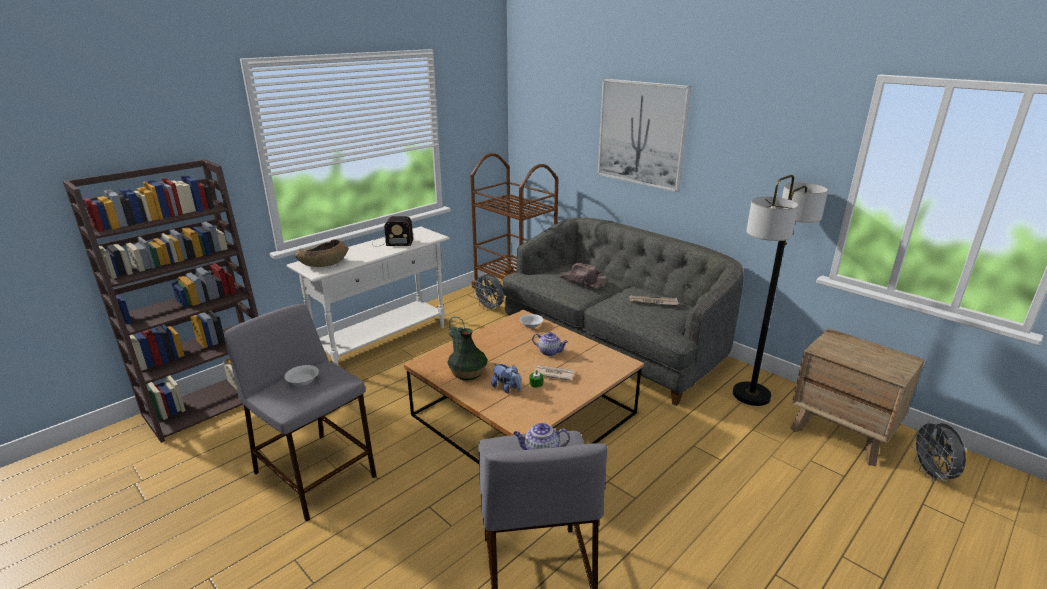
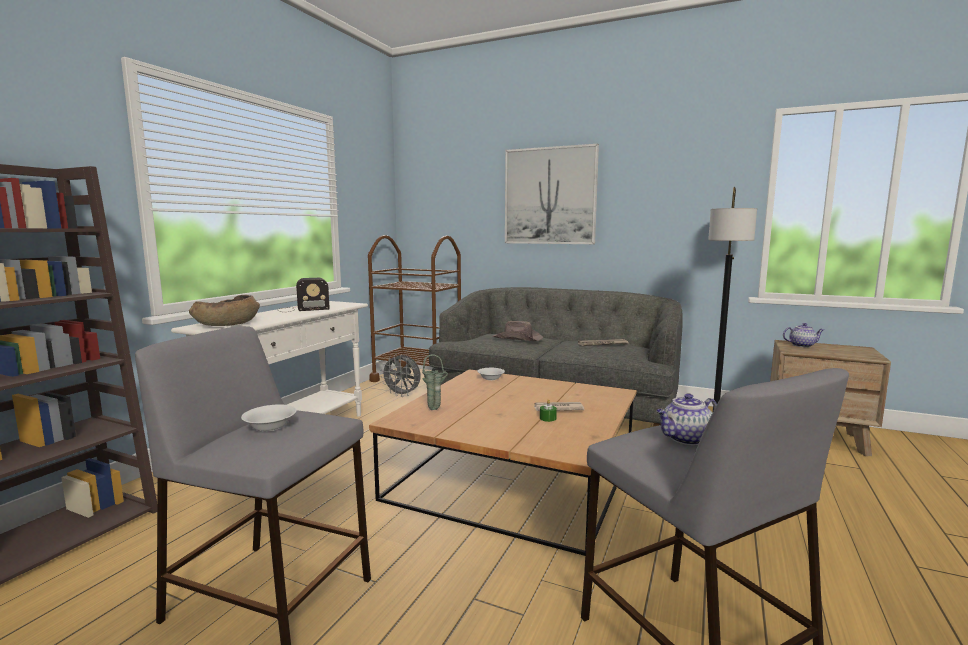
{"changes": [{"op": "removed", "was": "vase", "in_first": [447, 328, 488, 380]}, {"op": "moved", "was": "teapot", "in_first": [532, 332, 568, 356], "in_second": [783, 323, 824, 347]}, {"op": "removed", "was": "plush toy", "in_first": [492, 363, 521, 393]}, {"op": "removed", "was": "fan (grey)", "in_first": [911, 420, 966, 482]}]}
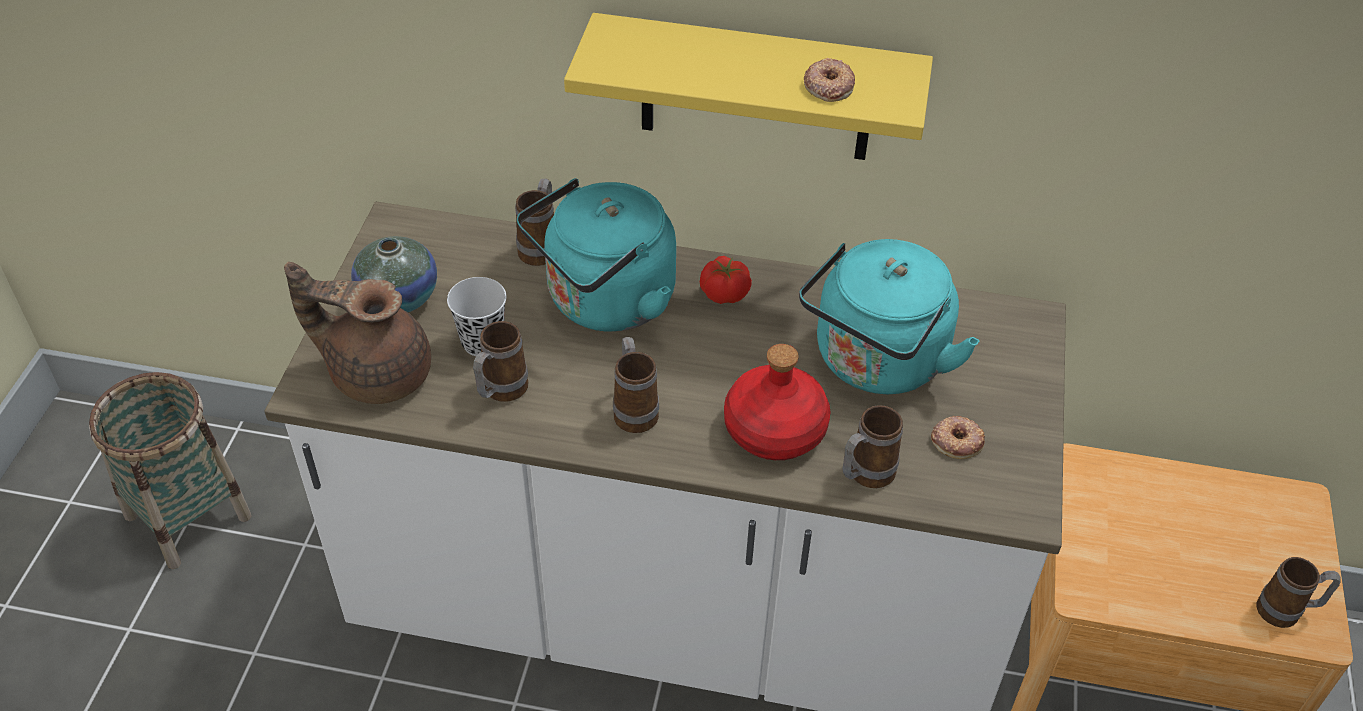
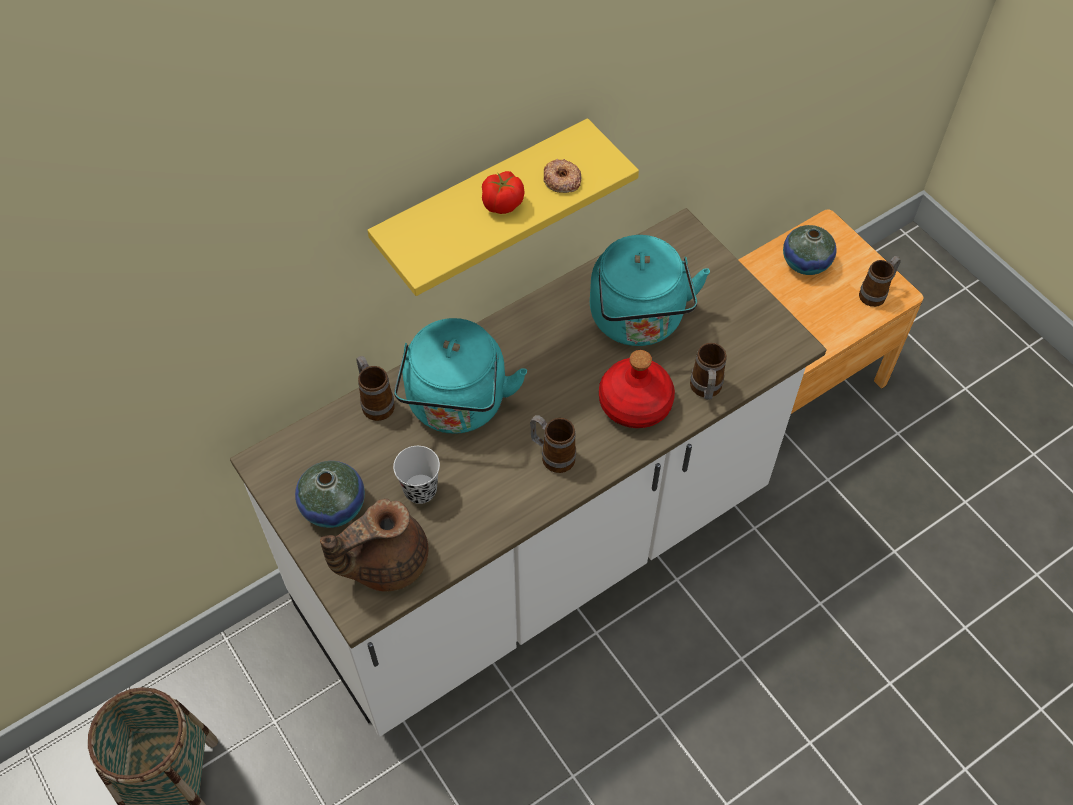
{"changes": [{"op": "moved", "was": "tomato", "in_first": [700, 256, 752, 304], "in_second": [482, 171, 524, 214]}, {"op": "removed", "was": "mug", "in_first": [473, 321, 528, 402]}, {"op": "removed", "was": "donut", "in_first": [931, 416, 985, 459]}, {"op": "added", "now": "vase", "in_second": [783, 225, 837, 275]}]}
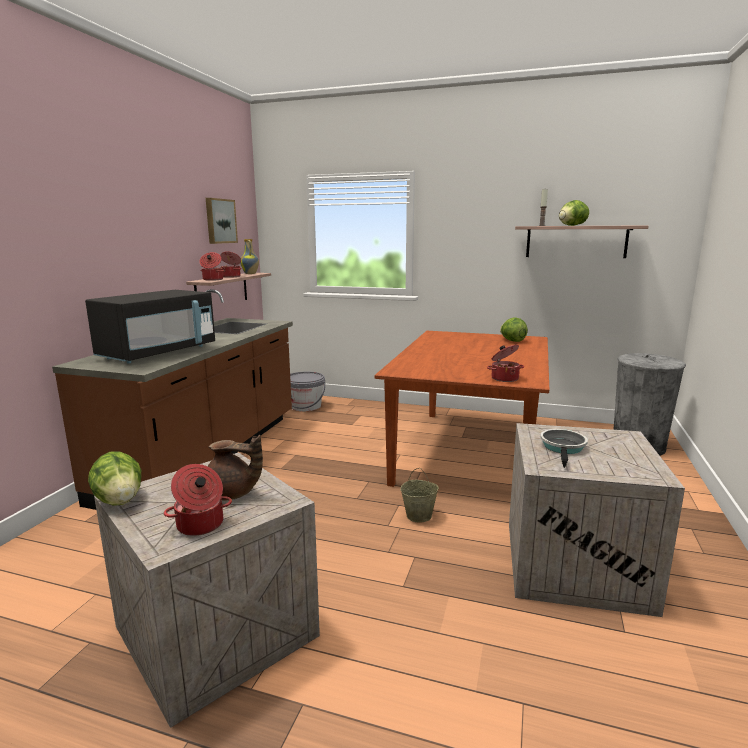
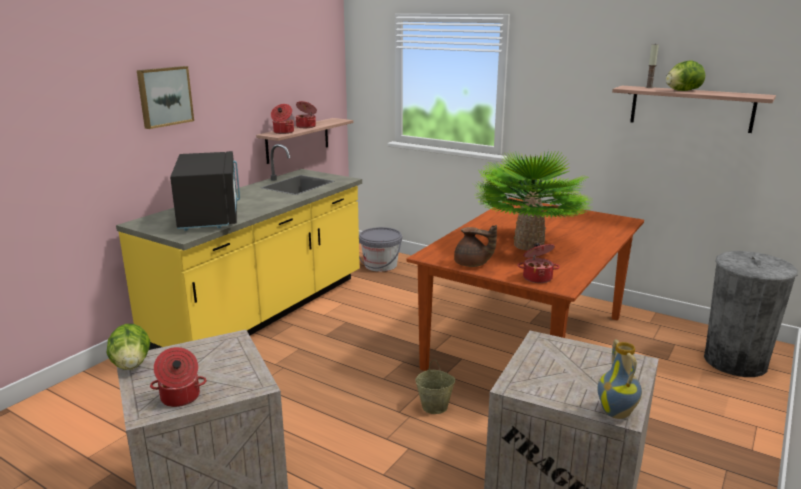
{"changes": [{"op": "moved", "was": "picture", "in_first": [206, 198, 238, 244], "in_second": [137, 66, 194, 129]}, {"op": "moved", "was": "vase", "in_first": [240, 239, 259, 274], "in_second": [597, 339, 642, 419]}, {"op": "recoloured", "was": "counter (brown)", "now": "counter (yellow)", "in_first": [52, 289, 293, 510], "in_second": [116, 144, 362, 350]}, {"op": "turned", "was": "microwave (black)", "in_first": [85, 290, 215, 364], "in_second": [170, 151, 240, 231], "clockwise": -60}, {"op": "removed", "was": "lettuce", "in_first": [500, 317, 528, 342]}, {"op": "removed", "was": "frying pan", "in_first": [540, 429, 588, 468]}, {"op": "moved", "was": "teapot (brown)", "in_first": [208, 435, 263, 500], "in_second": [454, 225, 497, 267]}, {"op": "added", "now": "potted plant", "in_second": [473, 150, 594, 250]}]}
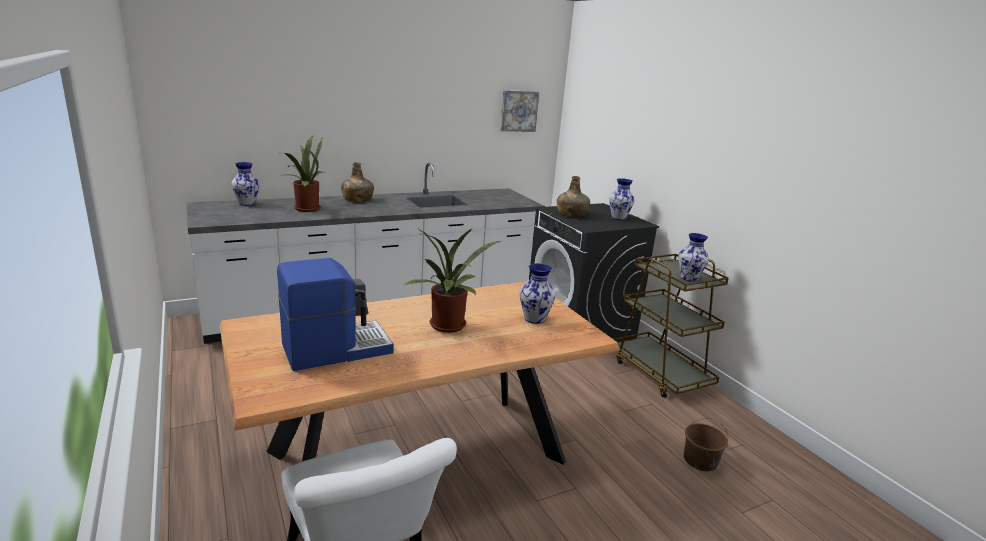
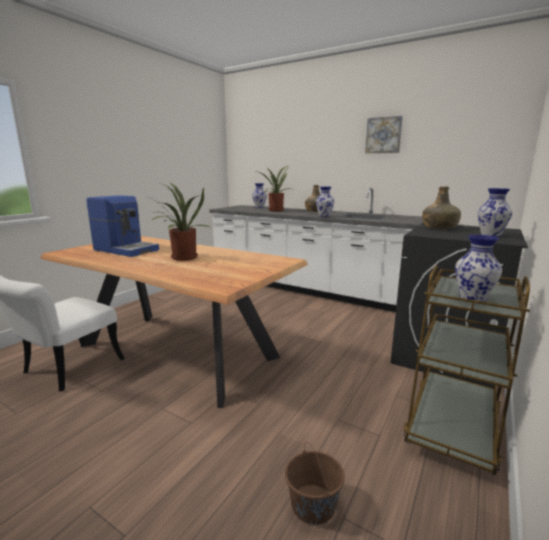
{"changes": [{"op": "moved", "was": "picture", "in_first": [500, 90, 539, 132], "in_second": [365, 116, 403, 153]}, {"op": "moved", "was": "vase", "in_first": [520, 263, 556, 324], "in_second": [316, 186, 334, 217]}]}
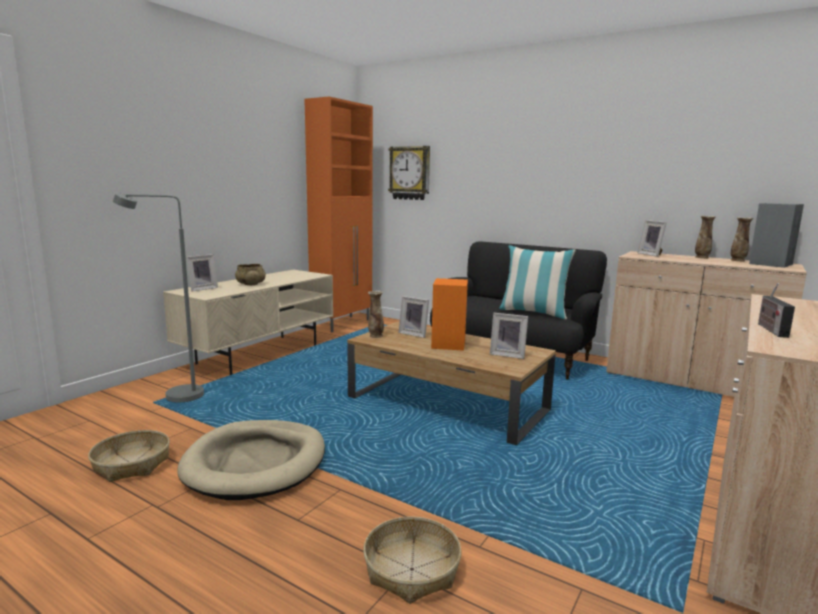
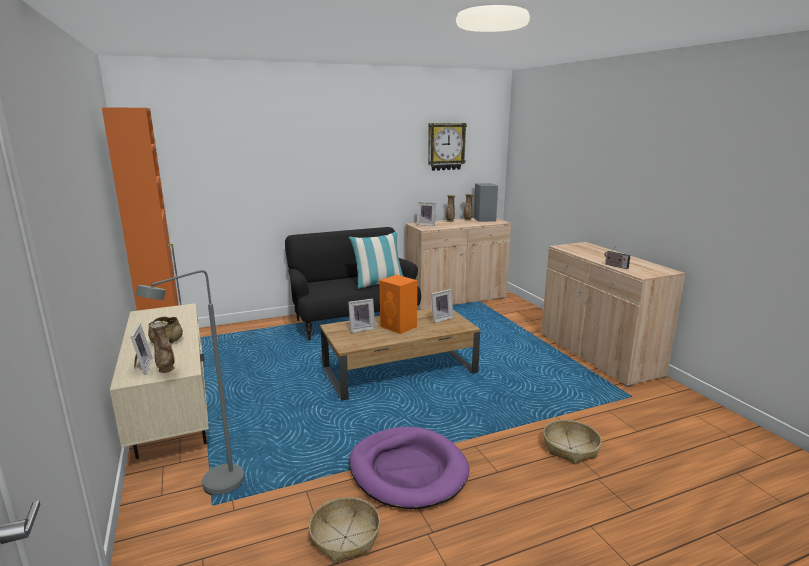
{"changes": [{"op": "moved", "was": "wall clock", "in_first": [388, 146, 430, 200], "in_second": [428, 123, 467, 171]}, {"op": "moved", "was": "vase", "in_first": [368, 290, 384, 338], "in_second": [149, 321, 175, 373]}, {"op": "recoloured", "was": "dog bed (beige)", "now": "dog bed (purple)", "in_first": [177, 420, 325, 500], "in_second": [350, 427, 470, 509]}]}
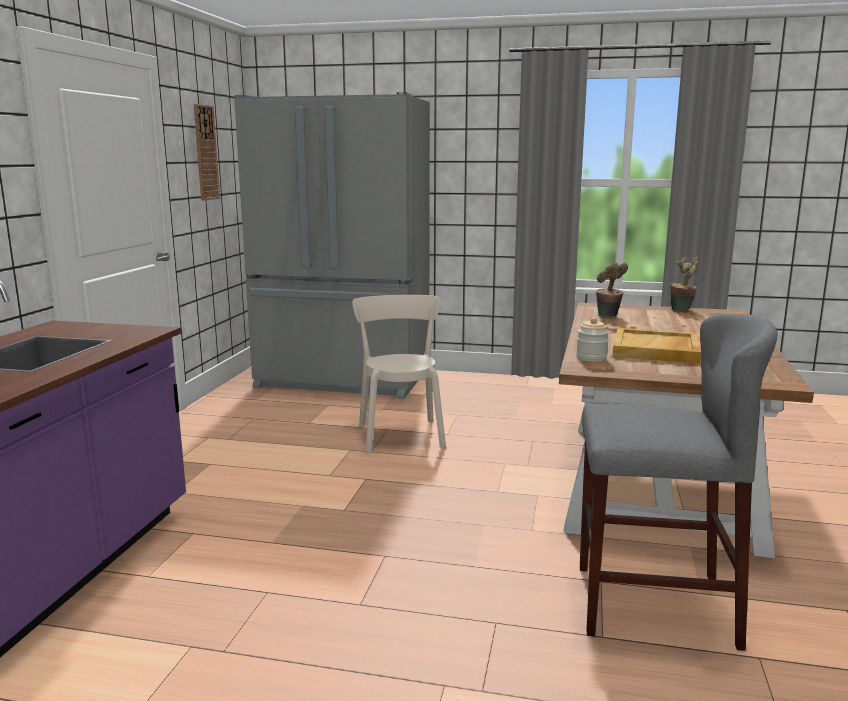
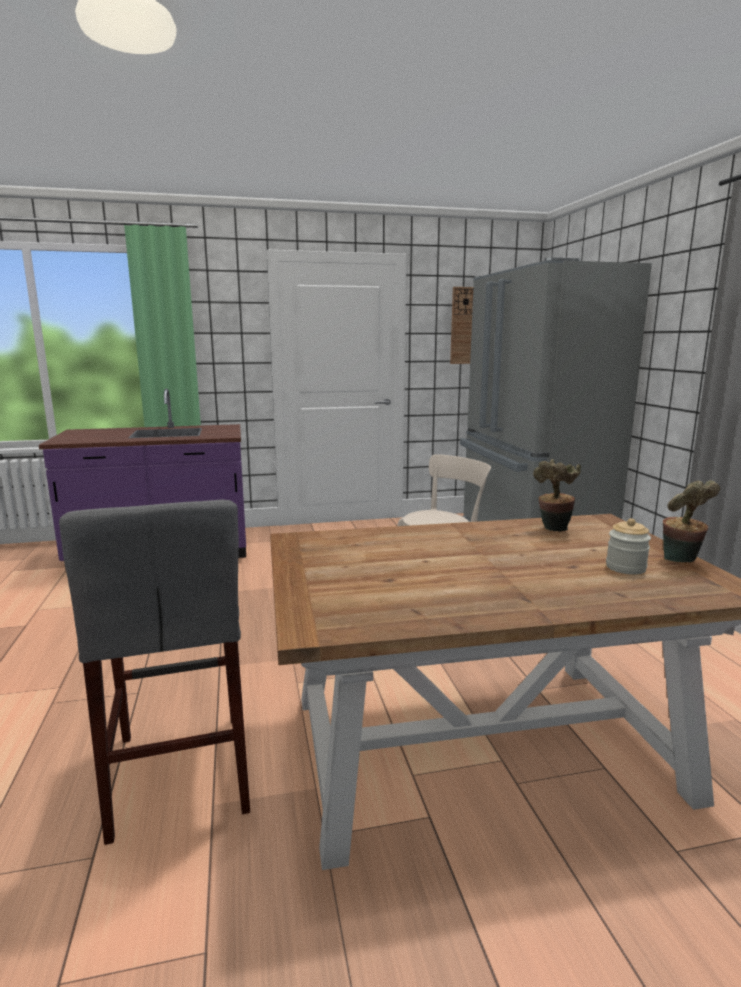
{"changes": [{"op": "moved", "was": "jar", "in_first": [576, 318, 609, 362], "in_second": [606, 518, 651, 575]}, {"op": "removed", "was": "tray (beige)", "in_first": [612, 328, 701, 364]}]}
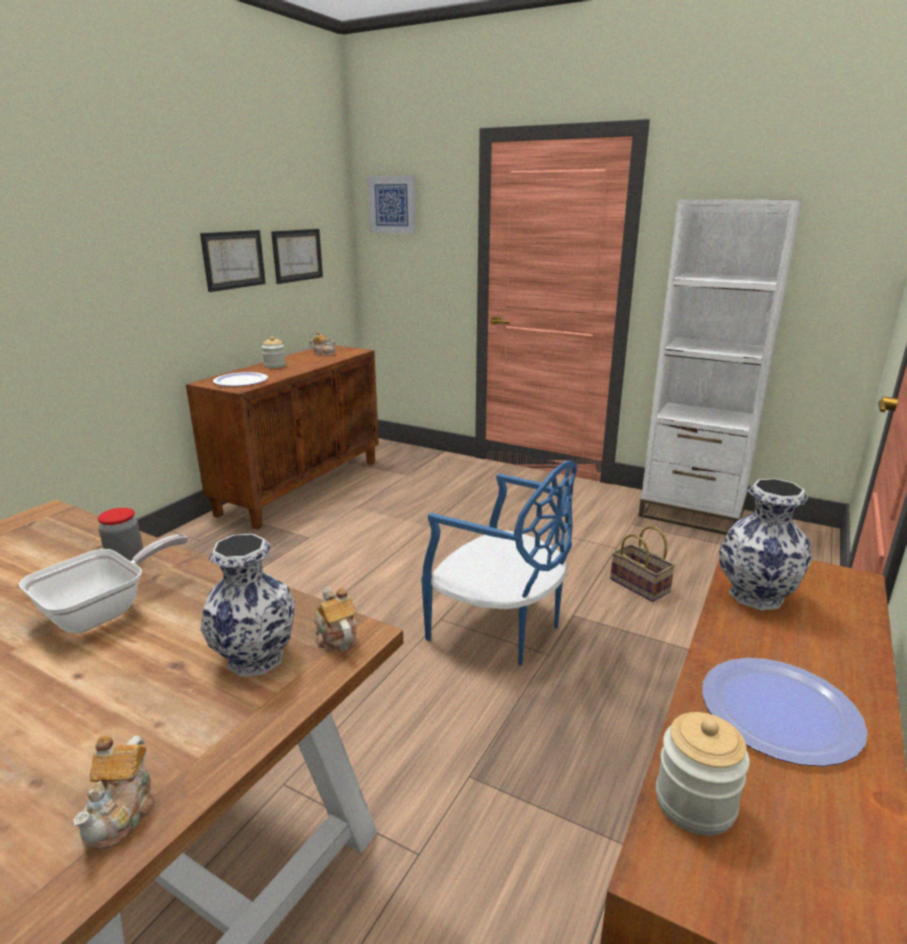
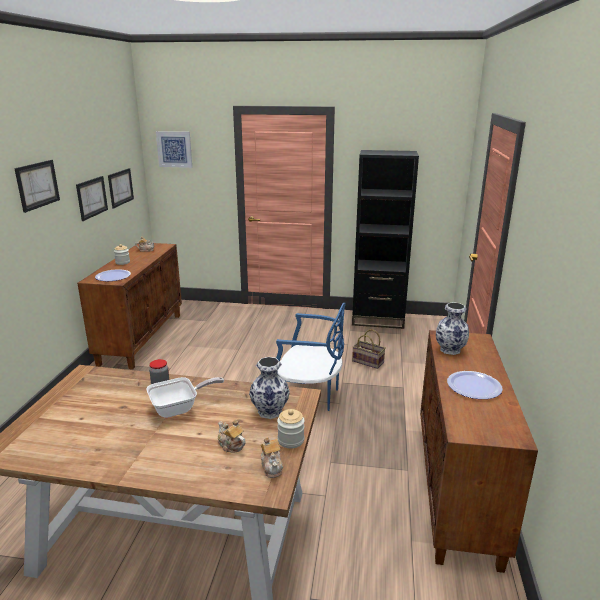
{"changes": [{"op": "recoloured", "was": "bookcase (white)", "now": "bookcase (black)", "in_first": [639, 199, 803, 535], "in_second": [352, 150, 419, 329]}, {"op": "turned", "was": "frying pan", "in_first": [19, 534, 188, 634], "in_second": [146, 377, 224, 418], "clockwise": 45}, {"op": "moved", "was": "teapot", "in_first": [314, 587, 357, 652], "in_second": [218, 419, 246, 453]}, {"op": "moved", "was": "jar", "in_first": [656, 712, 750, 836], "in_second": [277, 409, 305, 448]}, {"op": "added", "now": "picture", "in_second": [14, 160, 60, 213]}]}
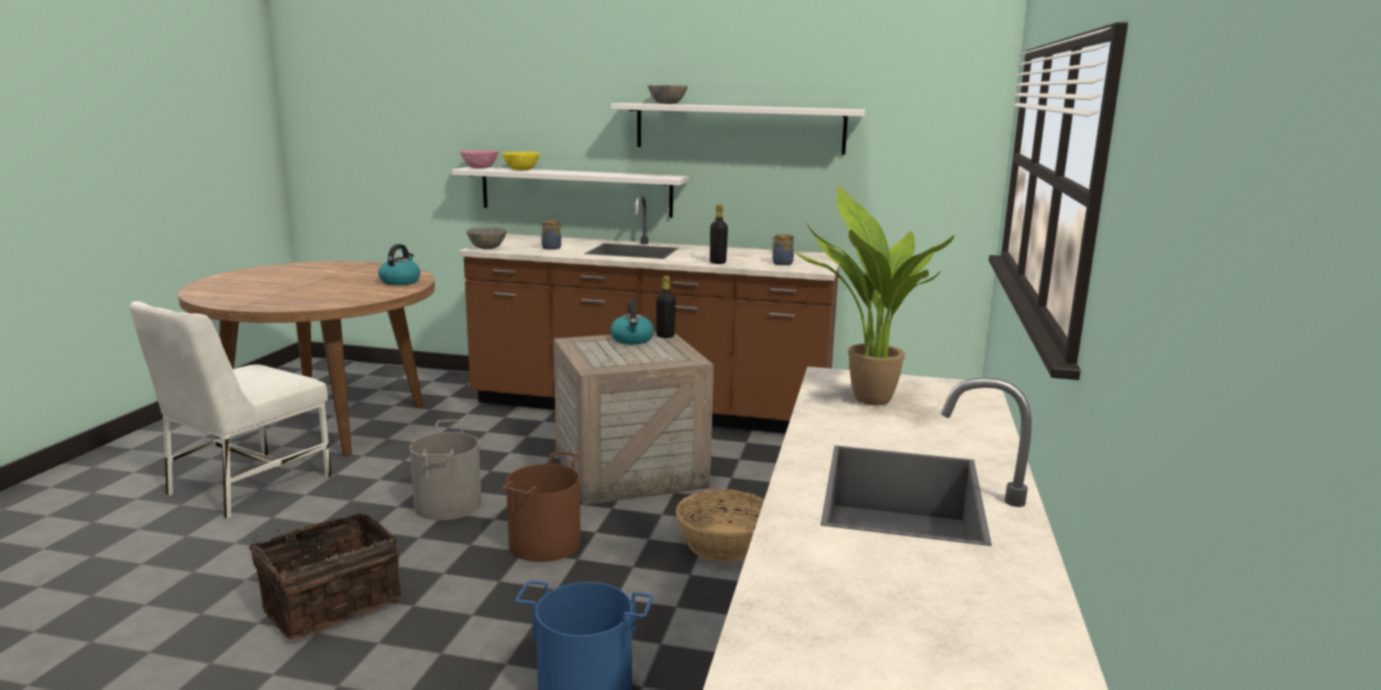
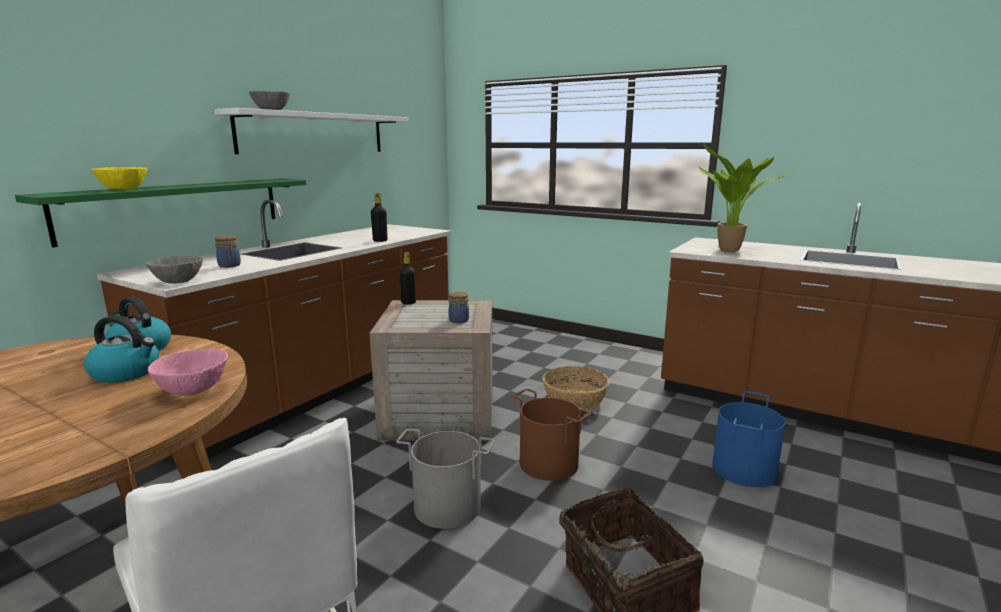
{"changes": [{"op": "moved", "was": "bowl (pink)", "in_first": [460, 150, 498, 168], "in_second": [148, 349, 228, 396]}, {"op": "recoloured", "was": "shelf (white)", "now": "shelf (green)", "in_first": [452, 167, 689, 218], "in_second": [15, 179, 306, 248]}, {"op": "moved", "was": "jar", "in_first": [771, 234, 794, 265], "in_second": [449, 292, 469, 323]}, {"op": "moved", "was": "kettle", "in_first": [610, 299, 654, 344], "in_second": [84, 315, 159, 383]}]}
